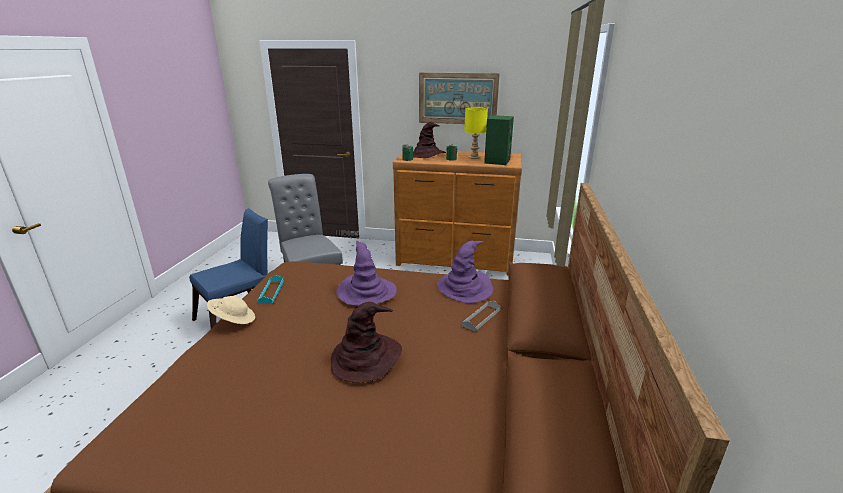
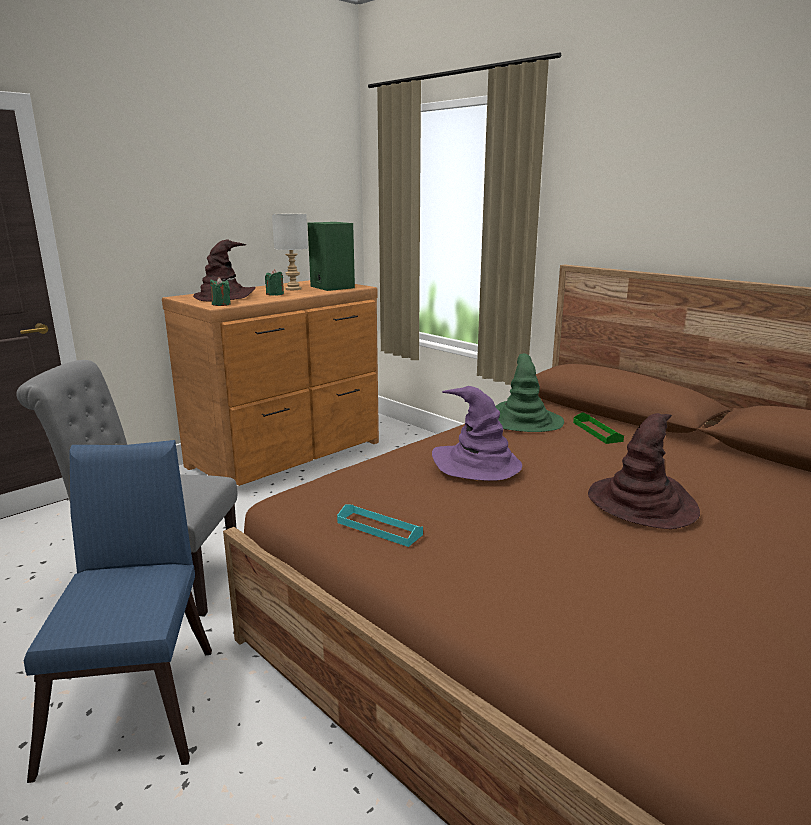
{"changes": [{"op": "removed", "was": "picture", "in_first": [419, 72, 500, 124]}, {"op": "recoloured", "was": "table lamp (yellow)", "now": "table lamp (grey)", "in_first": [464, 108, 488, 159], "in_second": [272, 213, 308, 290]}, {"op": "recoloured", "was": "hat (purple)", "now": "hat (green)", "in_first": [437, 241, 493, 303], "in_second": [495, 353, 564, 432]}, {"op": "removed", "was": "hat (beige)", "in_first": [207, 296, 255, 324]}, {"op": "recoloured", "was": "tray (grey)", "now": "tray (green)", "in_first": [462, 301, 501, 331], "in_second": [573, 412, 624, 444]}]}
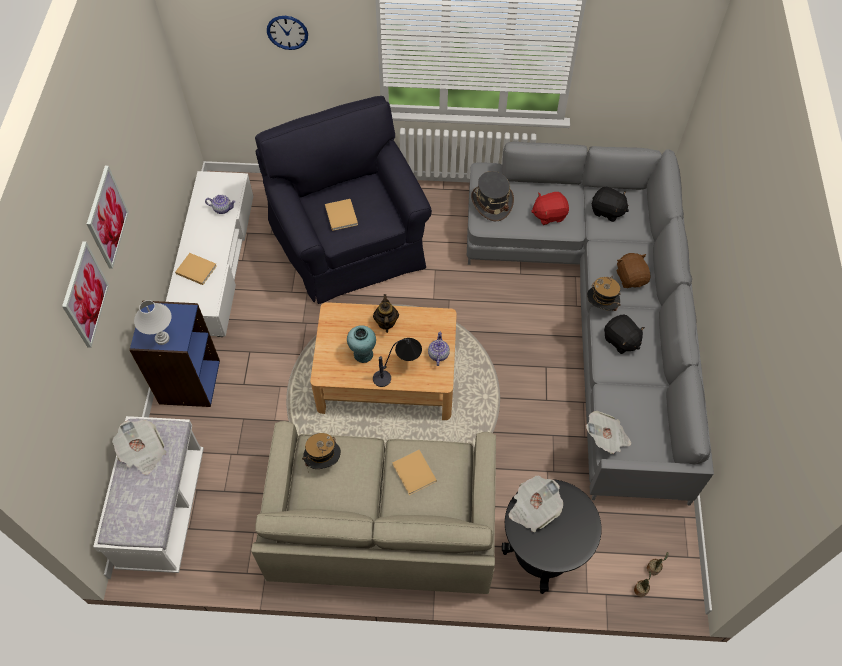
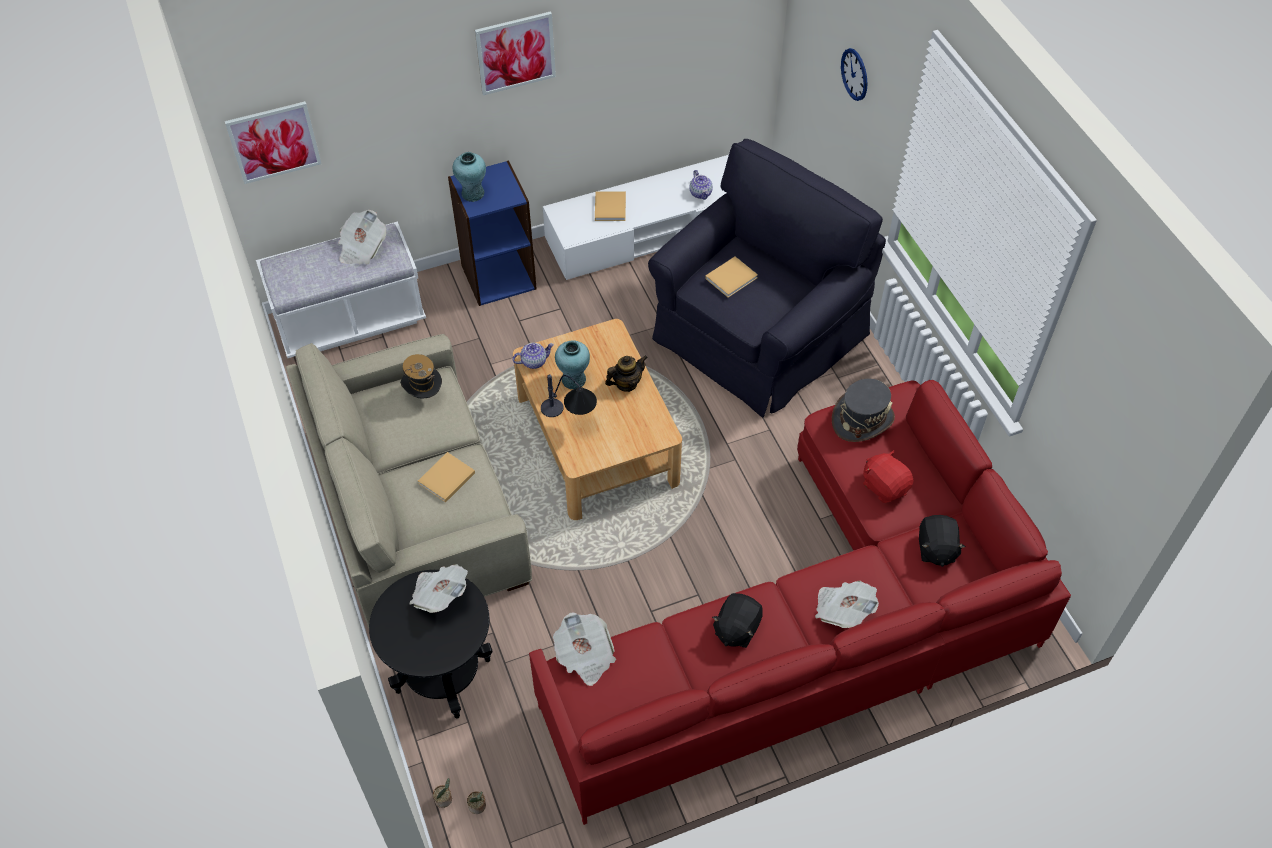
{"changes": [{"op": "recoloured", "was": "sofa (grey)", "now": "sofa (red)", "in_first": [467, 142, 714, 505], "in_second": [529, 380, 1071, 825]}, {"op": "moved", "was": "picture", "in_first": [62, 241, 109, 348], "in_second": [225, 101, 321, 184]}, {"op": "replaced", "was": "plush toy (brown)", "now": "newspaper", "in_first": [616, 253, 651, 288], "in_second": [815, 581, 879, 628]}, {"op": "removed", "was": "hat", "in_first": [587, 276, 621, 311]}, {"op": "replaced", "was": "table lamp (white)", "now": "vase (turquoise)", "in_first": [134, 300, 171, 345], "in_second": [452, 152, 486, 202]}, {"op": "moved", "was": "teapot", "in_first": [428, 331, 450, 366], "in_second": [513, 343, 554, 369]}]}
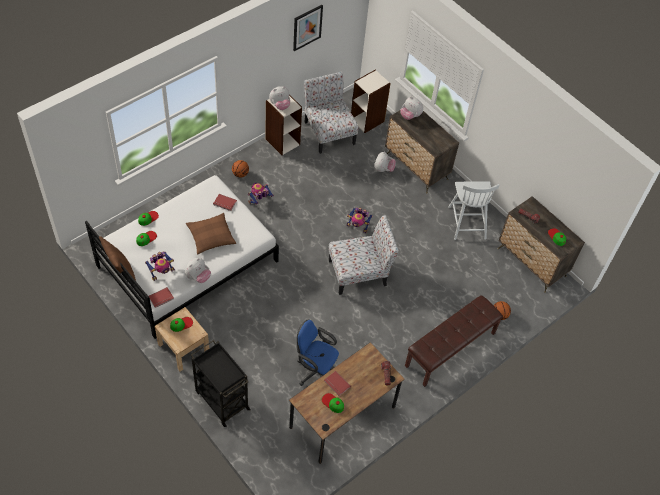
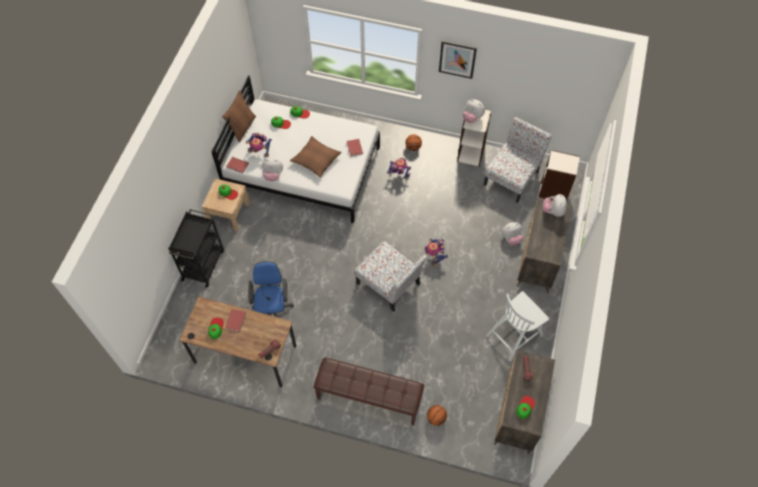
{"changes": [{"op": "moved", "was": "picture", "in_first": [293, 5, 323, 51], "in_second": [439, 40, 477, 79]}]}
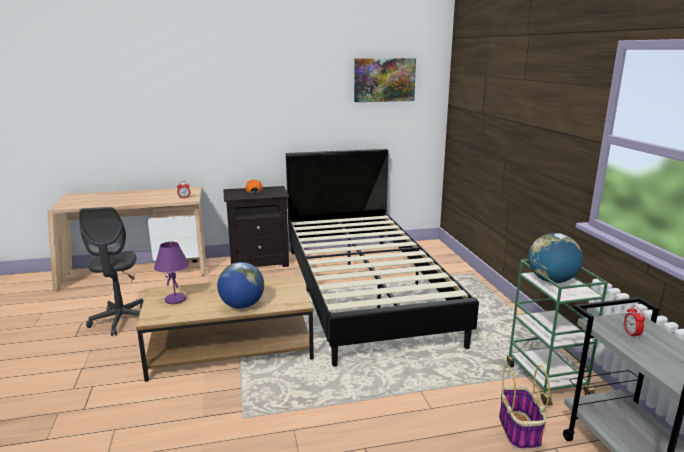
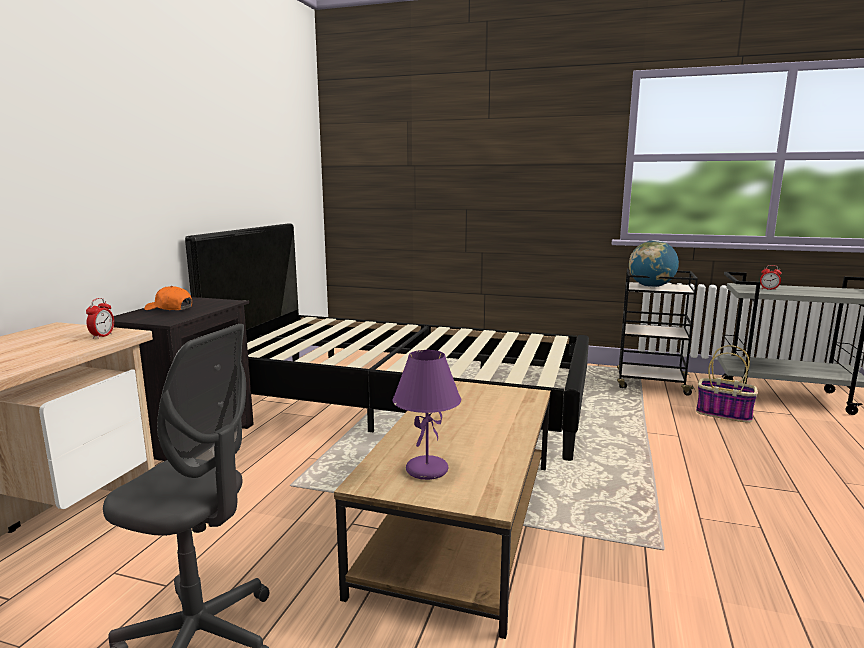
{"changes": [{"op": "removed", "was": "picture", "in_first": [354, 58, 416, 102]}, {"op": "recoloured", "was": "cart (green)", "now": "cart (black)", "in_first": [507, 259, 608, 406], "in_second": [617, 269, 698, 396]}, {"op": "removed", "was": "globe", "in_first": [217, 262, 264, 309]}]}
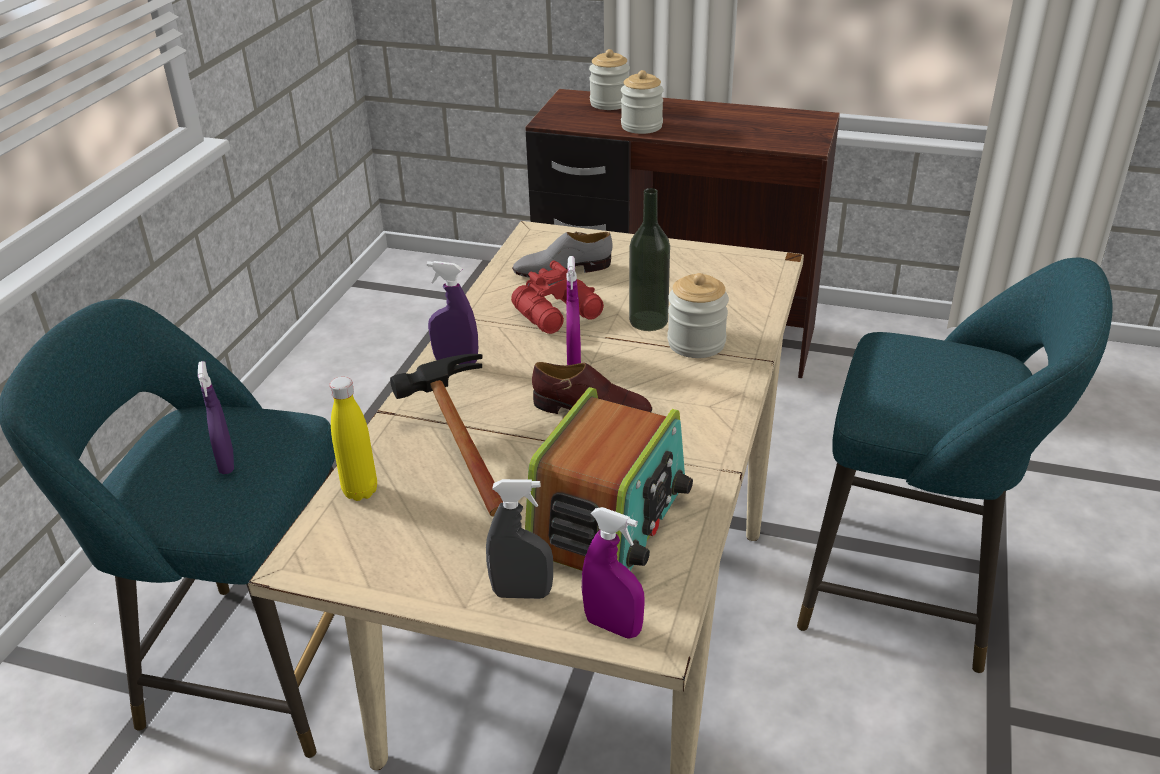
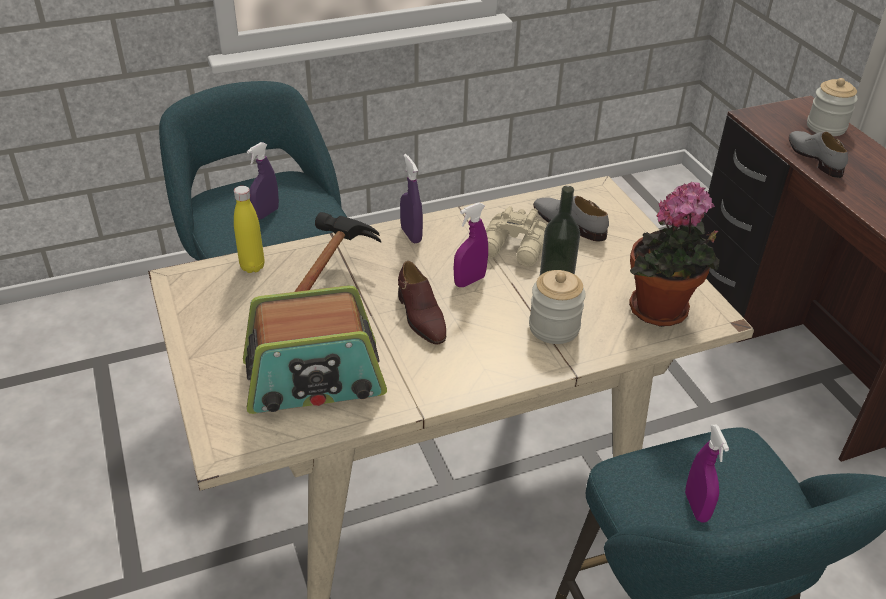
{"changes": [{"op": "replaced", "was": "jar", "now": "shoe (grey)", "in_first": [621, 70, 664, 134], "in_second": [789, 131, 848, 178]}, {"op": "recoloured", "was": "binoculars (red)", "now": "binoculars (beige)", "in_first": [511, 260, 604, 334], "in_second": [486, 206, 547, 267]}, {"op": "removed", "was": "spray bottle (grey)", "in_first": [486, 479, 553, 599]}, {"op": "moved", "was": "spray bottle (purple)", "in_first": [582, 507, 645, 639], "in_second": [685, 424, 729, 523]}, {"op": "added", "now": "potted plant", "in_second": [629, 182, 719, 327]}]}
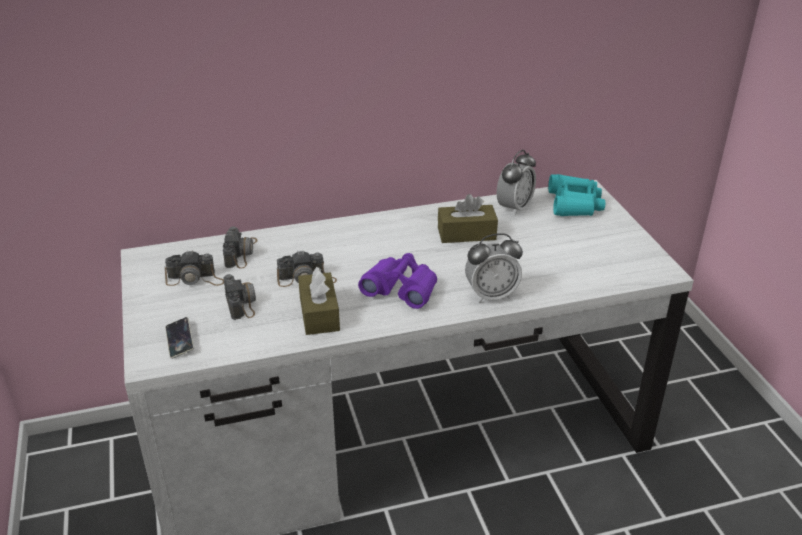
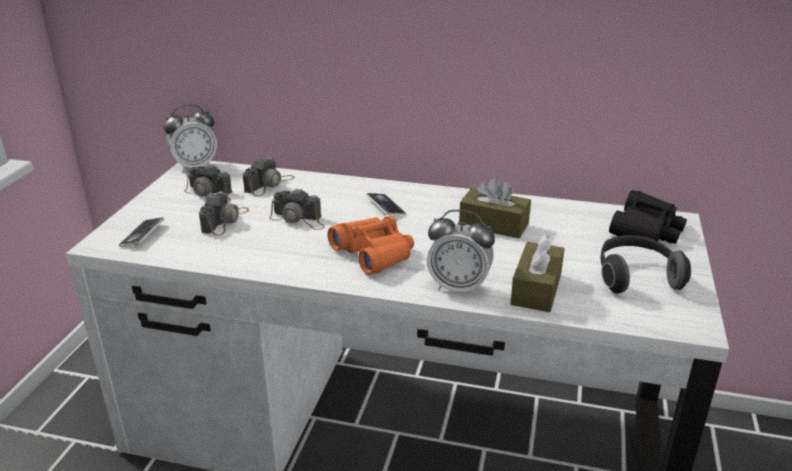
{"changes": [{"op": "moved", "was": "alarm clock", "in_first": [497, 150, 536, 216], "in_second": [164, 104, 217, 172]}, {"op": "recoloured", "was": "binoculars (turquoise)", "now": "binoculars (black)", "in_first": [548, 174, 605, 216], "in_second": [609, 190, 687, 244]}, {"op": "recoloured", "was": "binoculars (purple)", "now": "binoculars (orange)", "in_first": [358, 253, 437, 309], "in_second": [327, 216, 414, 274]}, {"op": "moved", "was": "tissue box (brown)", "in_first": [298, 267, 340, 335], "in_second": [511, 234, 565, 312]}, {"op": "added", "now": "phone", "in_second": [366, 193, 406, 215]}, {"op": "added", "now": "headphones", "in_second": [600, 235, 691, 294]}]}
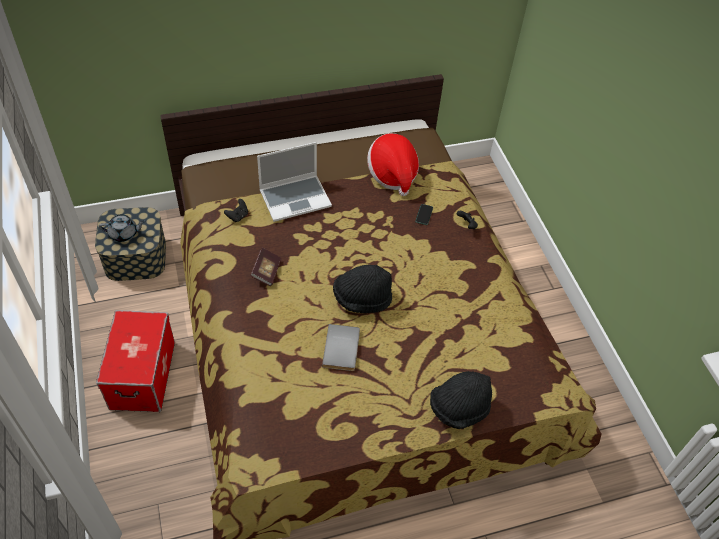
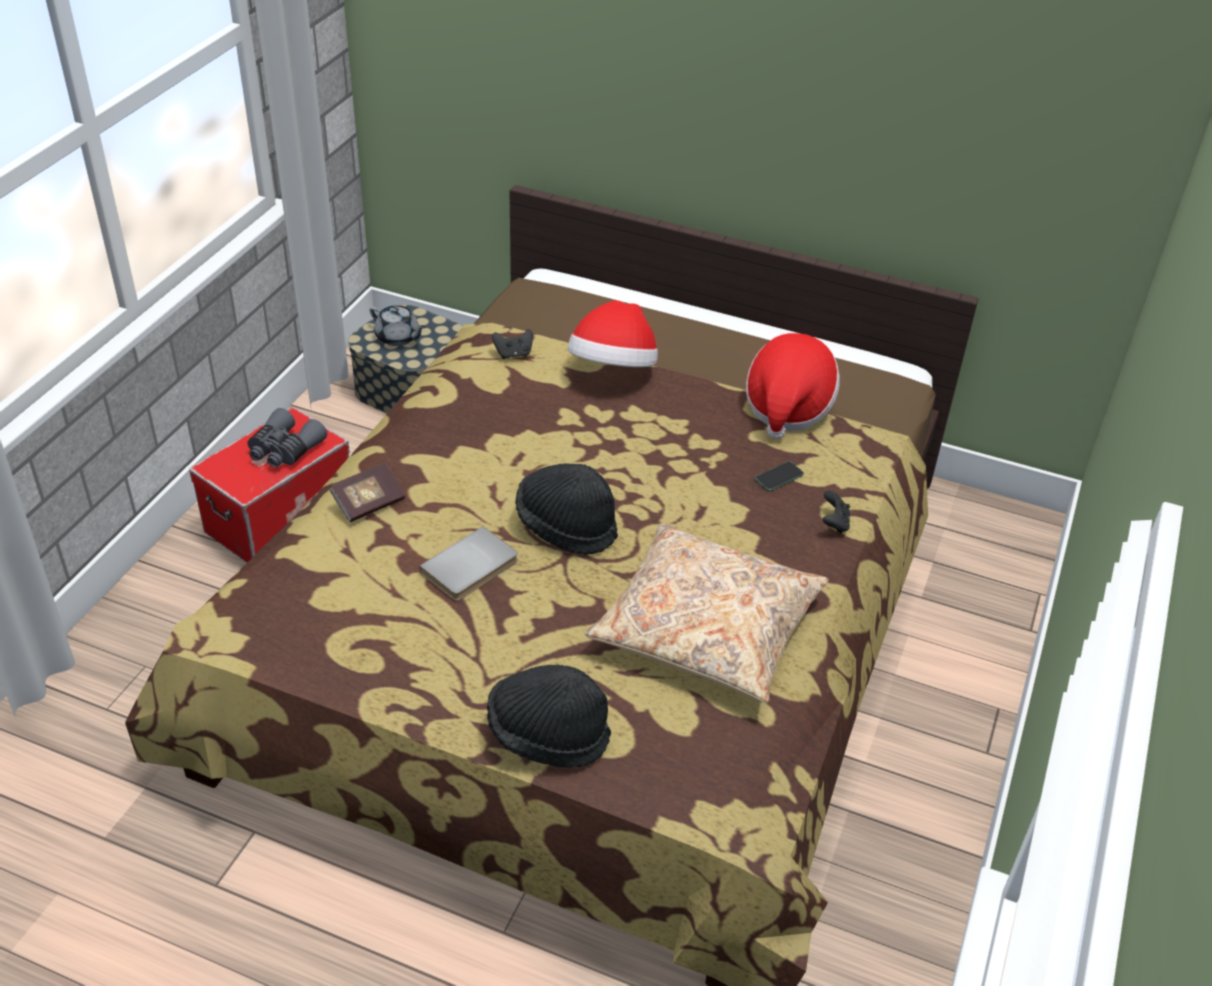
{"changes": [{"op": "replaced", "was": "laptop", "now": "hat", "in_first": [257, 142, 332, 222], "in_second": [568, 300, 658, 367]}, {"op": "moved", "was": "book", "in_first": [251, 247, 281, 286], "in_second": [329, 463, 405, 522]}, {"op": "added", "now": "binoculars (grey)", "in_second": [247, 408, 327, 467]}, {"op": "added", "now": "pillow (beige)", "in_second": [585, 523, 829, 703]}]}
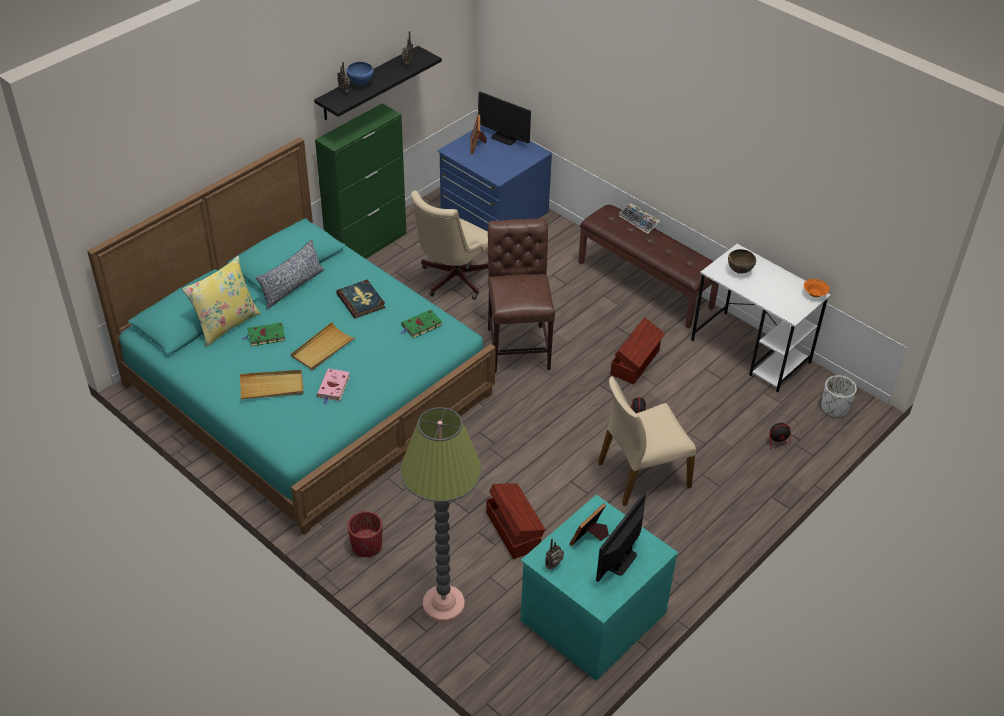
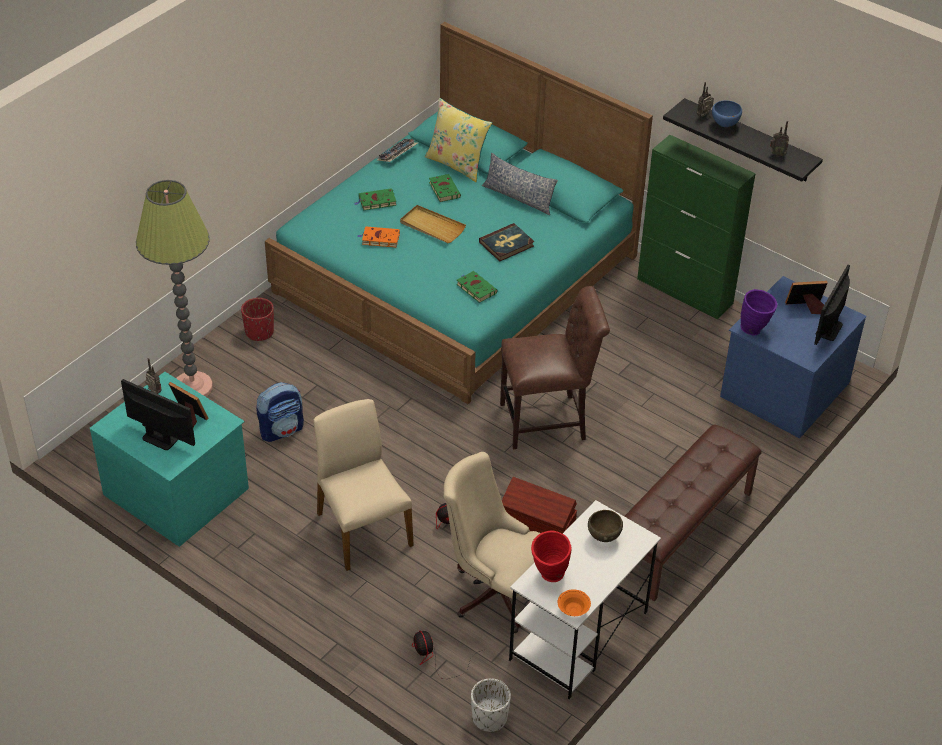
{"changes": [{"op": "moved", "was": "office chair (beige)", "in_first": [410, 190, 488, 300], "in_second": [444, 452, 540, 633]}, {"op": "moved", "was": "keyboard", "in_first": [619, 203, 660, 234], "in_second": [377, 138, 418, 162]}, {"op": "recoloured", "was": "book (pink)", "now": "book (orange)", "in_first": [317, 369, 350, 404], "in_second": [357, 226, 400, 248]}, {"op": "replaced", "was": "tray (beige)", "now": "book (green)", "in_first": [239, 370, 304, 399], "in_second": [354, 188, 397, 211]}, {"op": "replaced", "was": "storage box (brown)", "now": "backpack", "in_first": [486, 483, 545, 559], "in_second": [256, 382, 304, 442]}, {"op": "added", "now": "vase (purple)", "in_second": [740, 289, 777, 336]}, {"op": "added", "now": "vase (red)", "in_second": [531, 531, 572, 582]}]}
